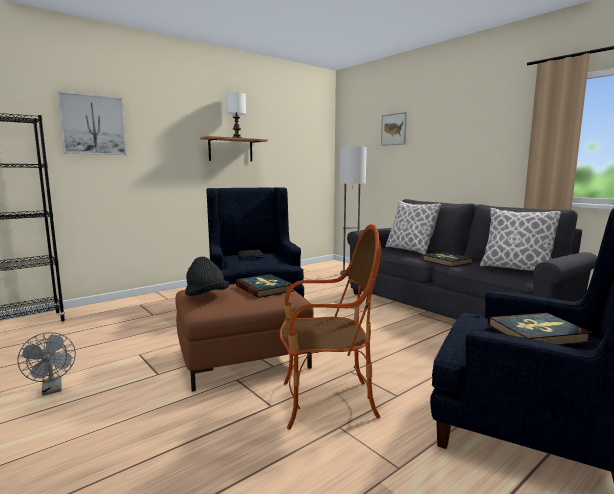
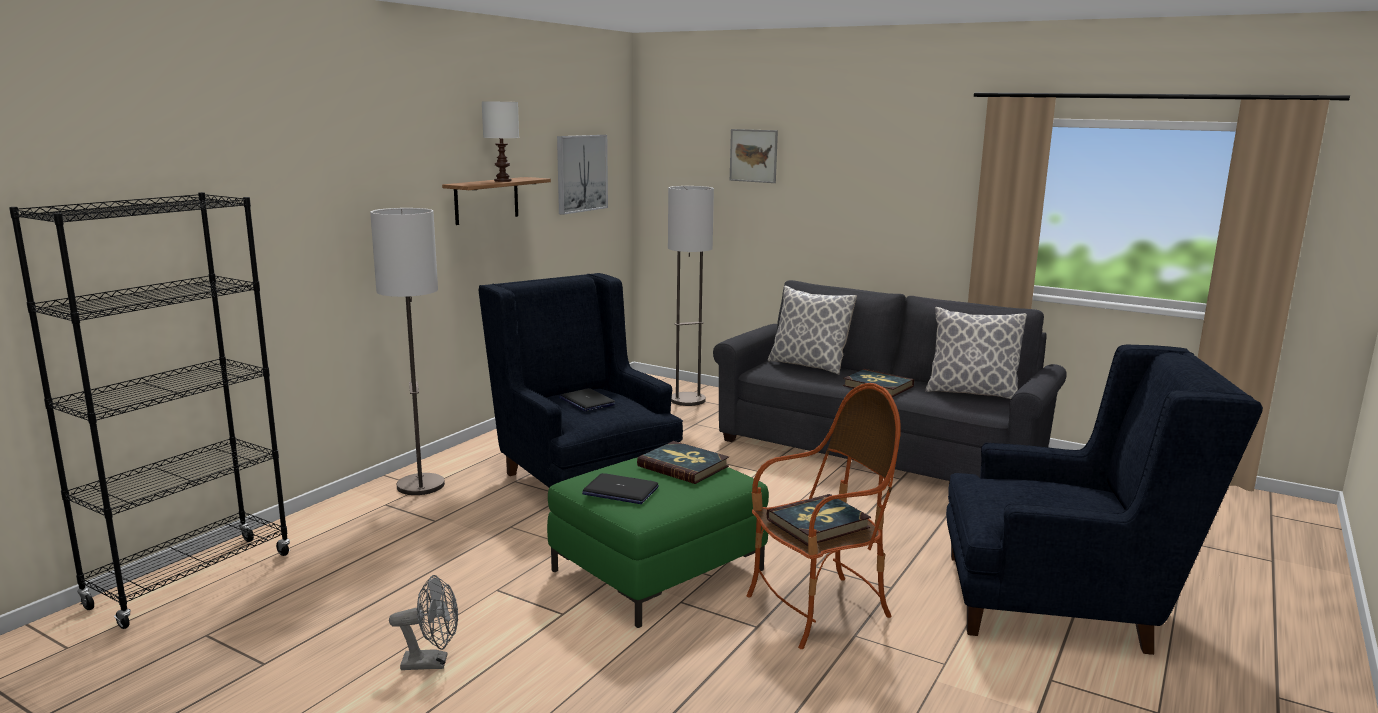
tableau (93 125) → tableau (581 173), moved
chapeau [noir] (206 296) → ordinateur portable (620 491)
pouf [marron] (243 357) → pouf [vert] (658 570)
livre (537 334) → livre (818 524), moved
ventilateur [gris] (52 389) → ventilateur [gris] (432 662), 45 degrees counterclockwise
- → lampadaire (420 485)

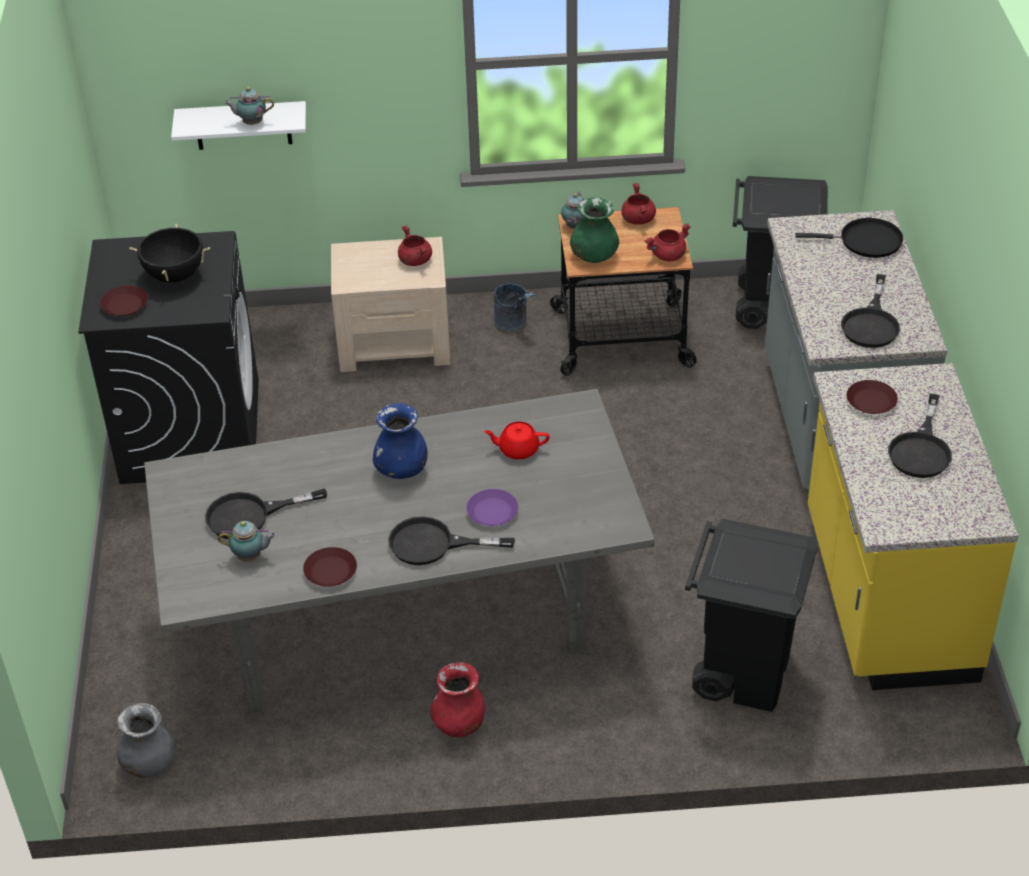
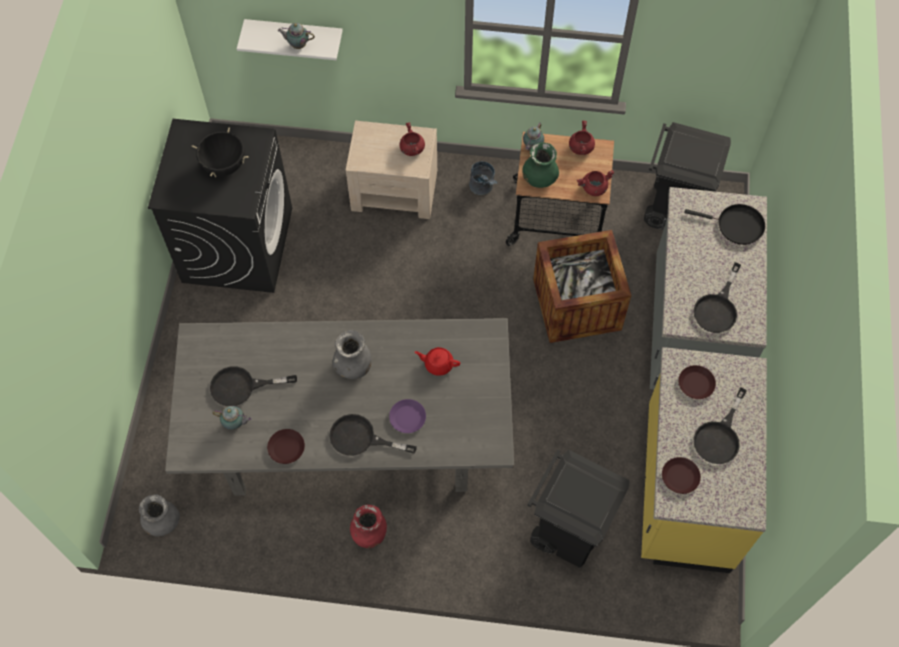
assiette [marron] (125 305) → assiette [marron] (680 477), moved
vase [bleu] (401 469) → vase [gris] (353 366)
- → caisse (576 304)

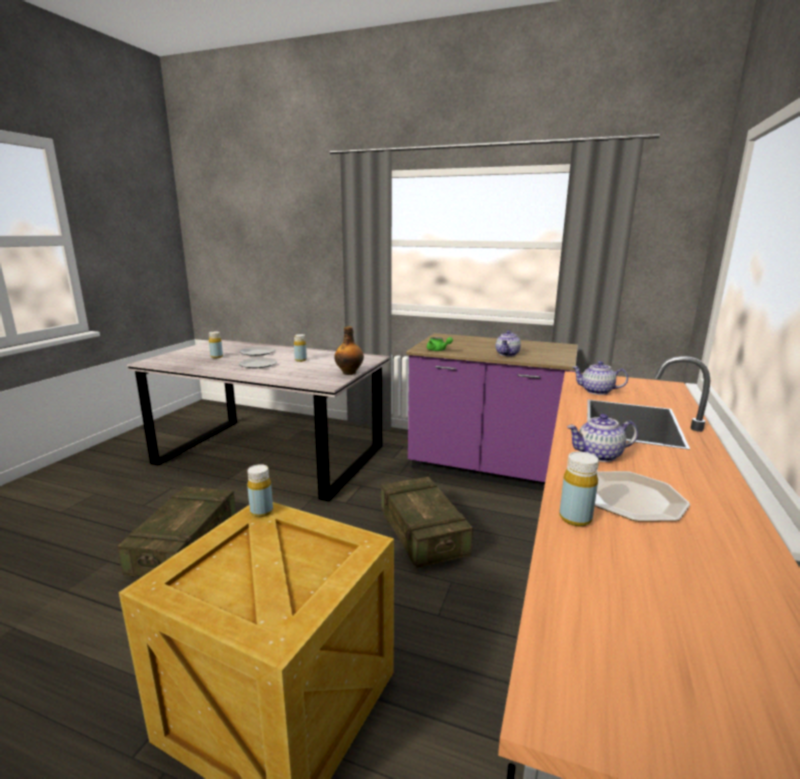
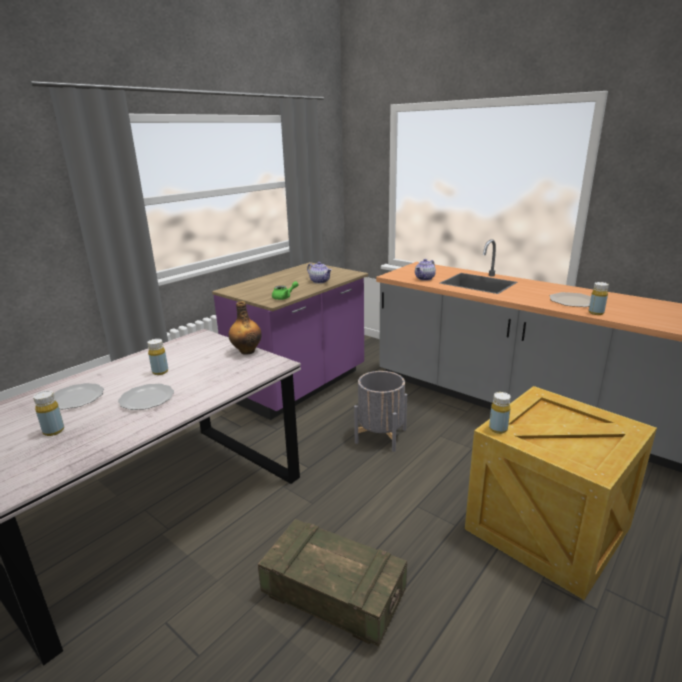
théière (599 455) → -
caisse (422 535) → cache-pot [gris] (380 436)

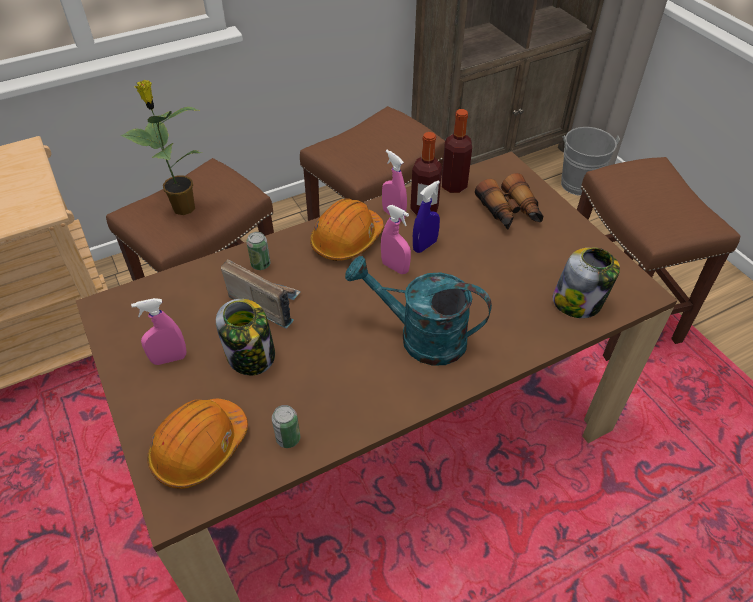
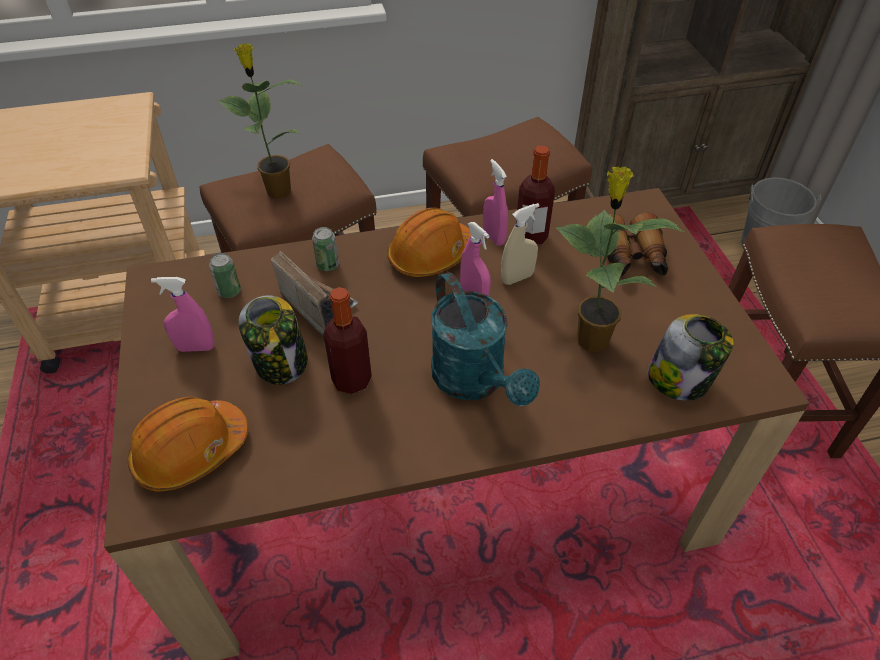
bouteille (454 185) → bouteille (352 380), moved
vaporisateur [bleu] (425 246) → vaporisateur [beige] (517 278)
arrosoir [turquoise] (420 337) → arrosoir [turquoise] (475 382), 150 degrees counterclockwise
boîte métallique (288 438) → boîte métallique (229 291), moved
- → plante en pot (590 338)

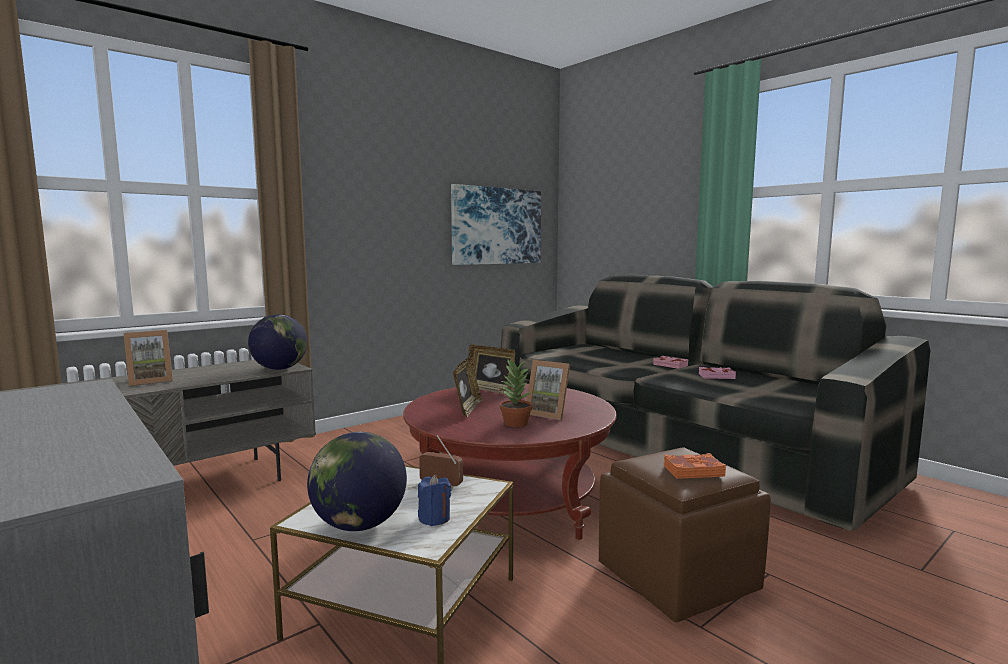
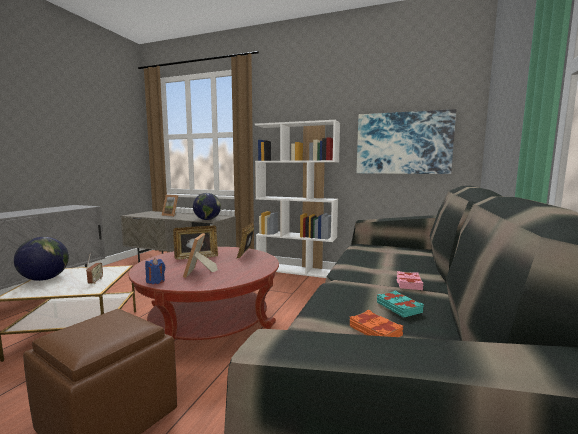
plante en pot (515 423) → -
livre [rose] (716 376) → livre [turquoise] (399 307)
livre [orange] (693 471) → livre [orange] (375 330), moved
bougie [bleu] (434 518) → bougie [bleu] (155 281), moved
- → bibliothèque [blanc] (296 270)

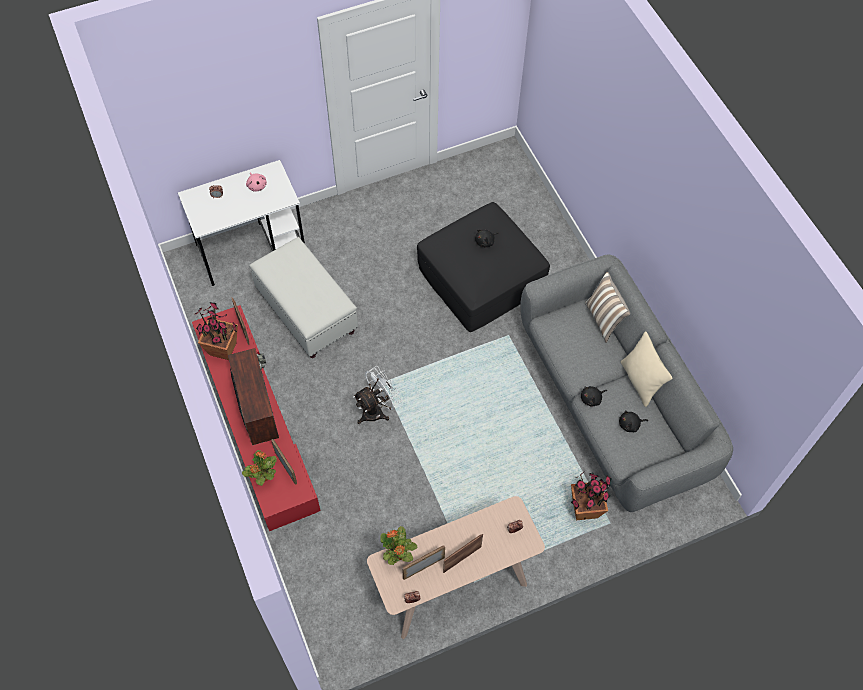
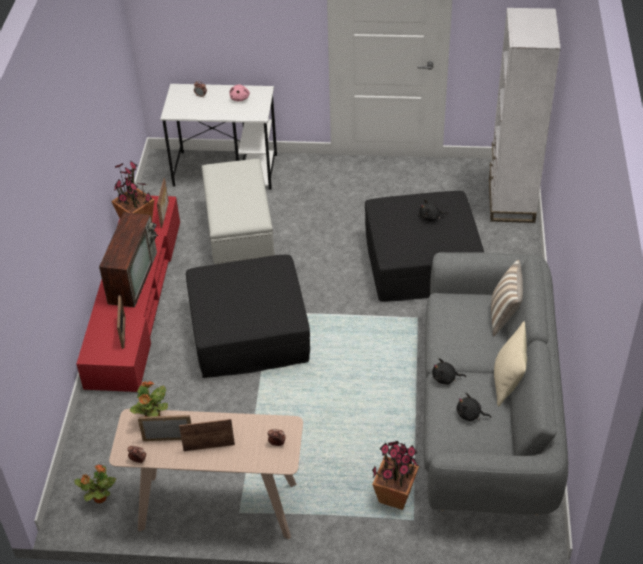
ventilateur [blanc] (377 410) → pouf [noir] (248 332)
plante en pot (263 476) → plante en pot (99 498), moved
- → bibliothèque [blanc] (511 201)

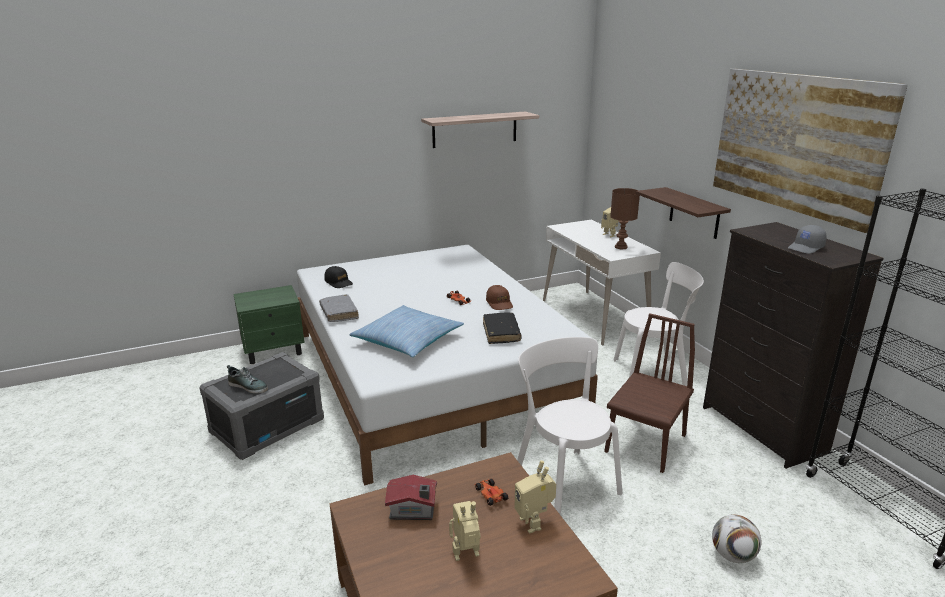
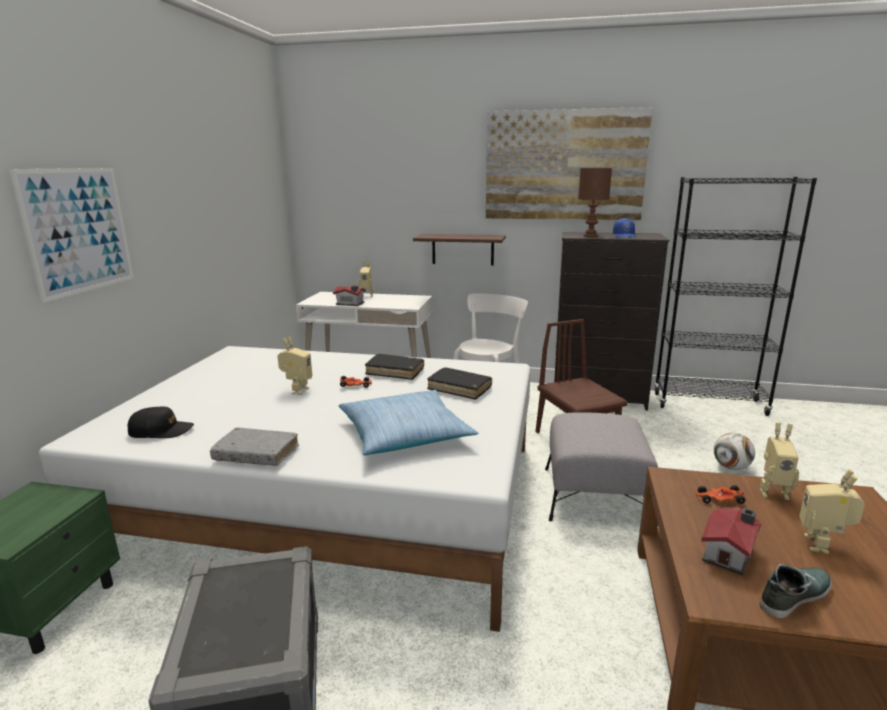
étagère (475 129) → -
lampe de table [marron] (621 247) → lampe de table [marron] (591 236), moved
casquette [gris] (806 248) → casquette [bleu] (625 236)
casquette [marron] (499 303) → livre [noir] (395 372)
chaise [blanc] (564 480) → pouf [gris] (595 495)
chaussure (248 386) → chaussure (793 595), moved
- → tableau (78 230)
- → maison miniature (350 304)
- → robot jouet (297 390)

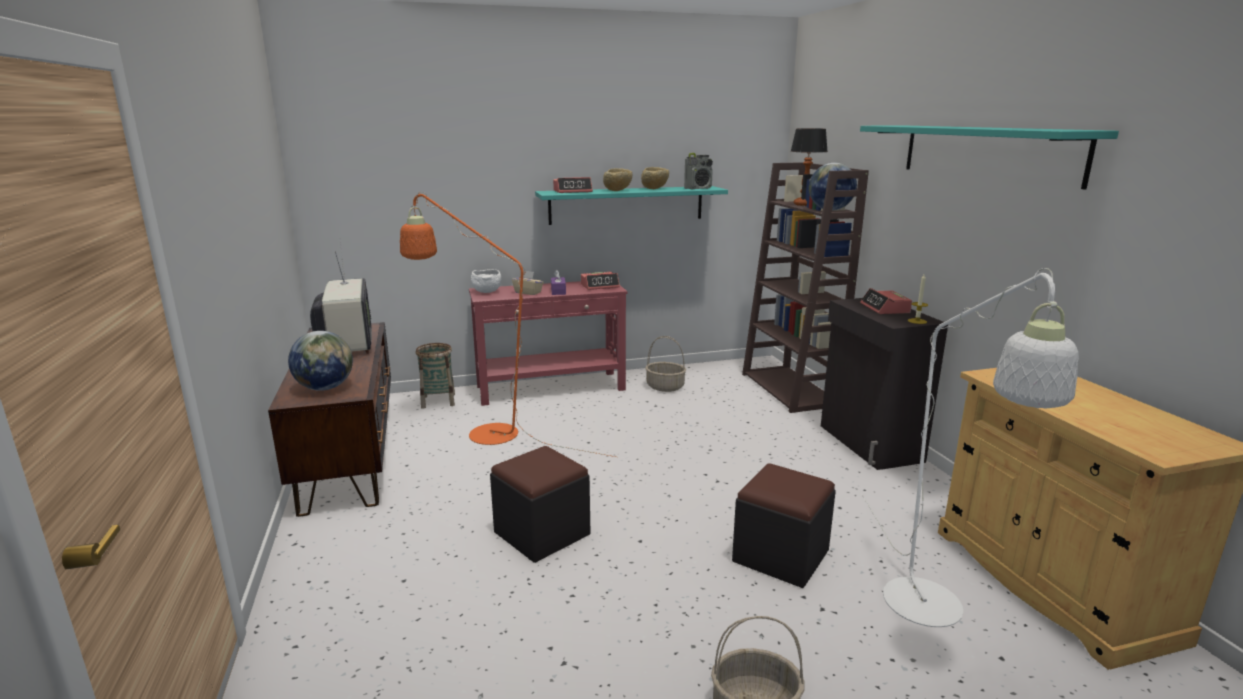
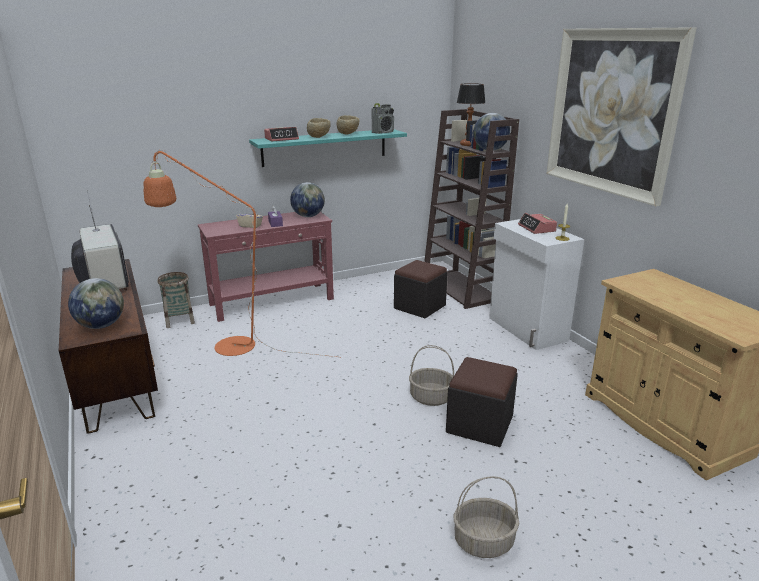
étagère [turquoise] (987 152) → tableau (612 112)
lampadaire [blanc] (931 615) → -
bol [blanc] (486 292) → -
réveil (600 286) → globe (308 216)
meuble de rangement [noir] (869 444) → meuble de rangement [blanc] (526 329)
panier (665 387) → panier (431 397), moved
pouf [noir] (542 533) → pouf [noir] (419 307), moved

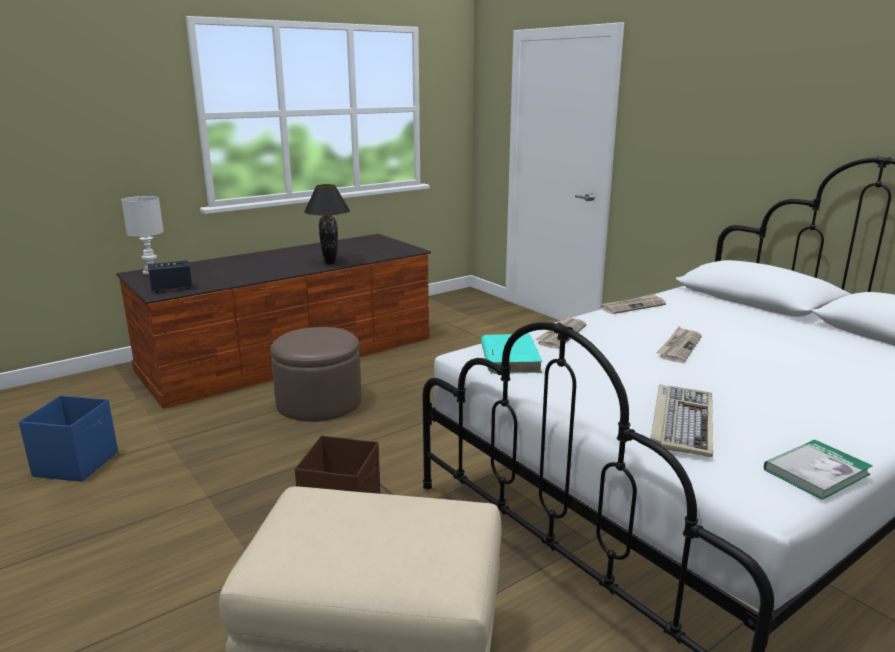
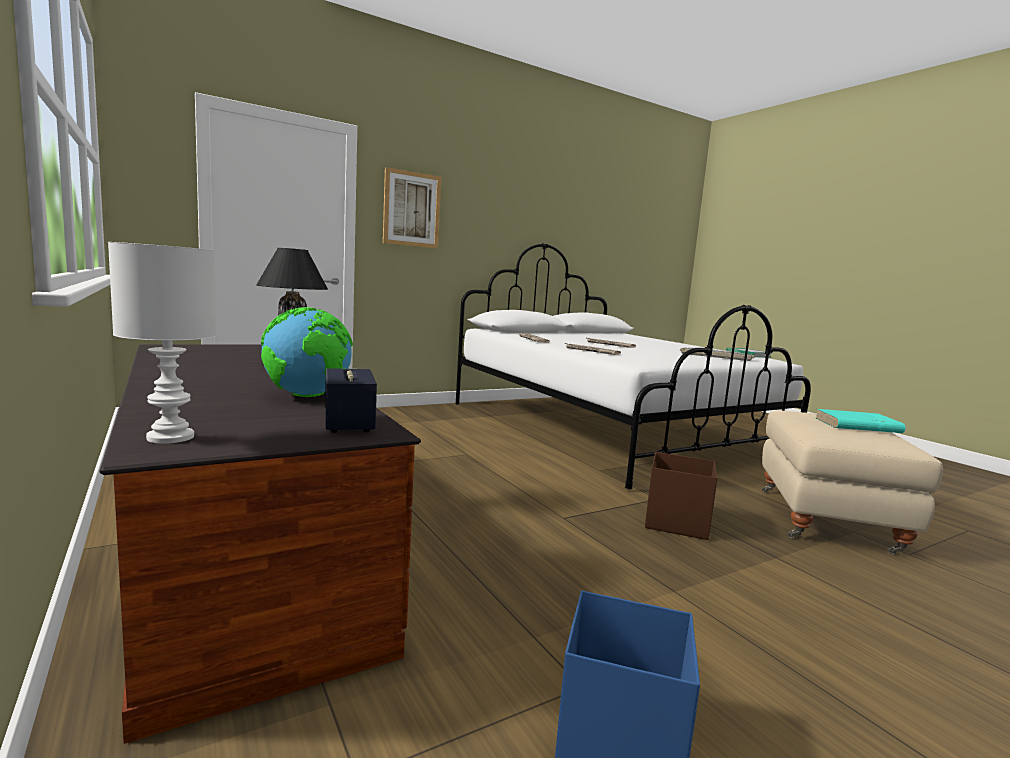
pouf [marron] (319 402) → -
livre [turquoise] (509 358) → livre [turquoise] (856 425), moved
- → tableau (412 209)
- → globe (308 396)

